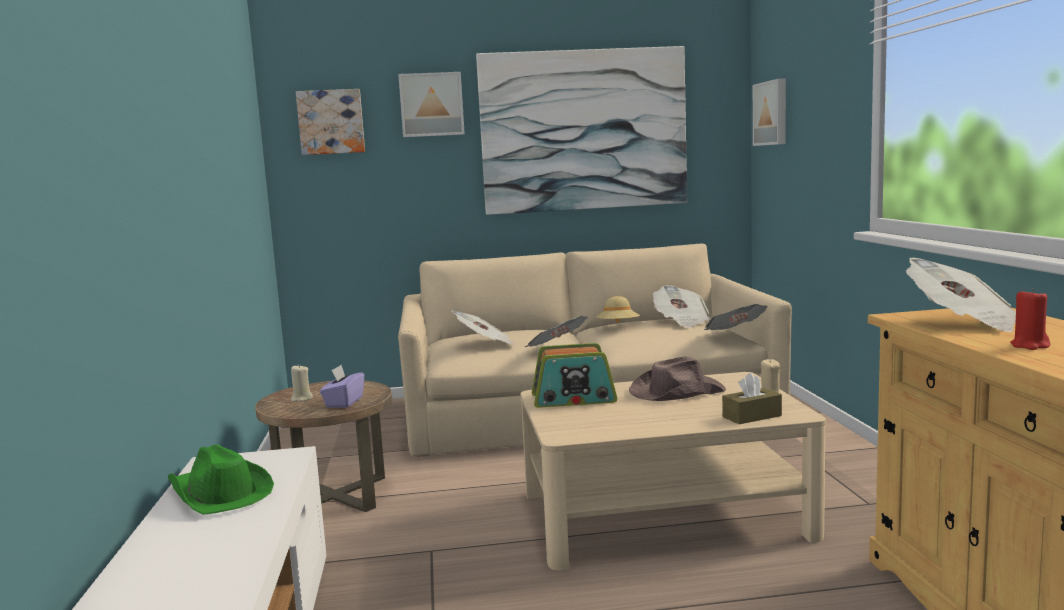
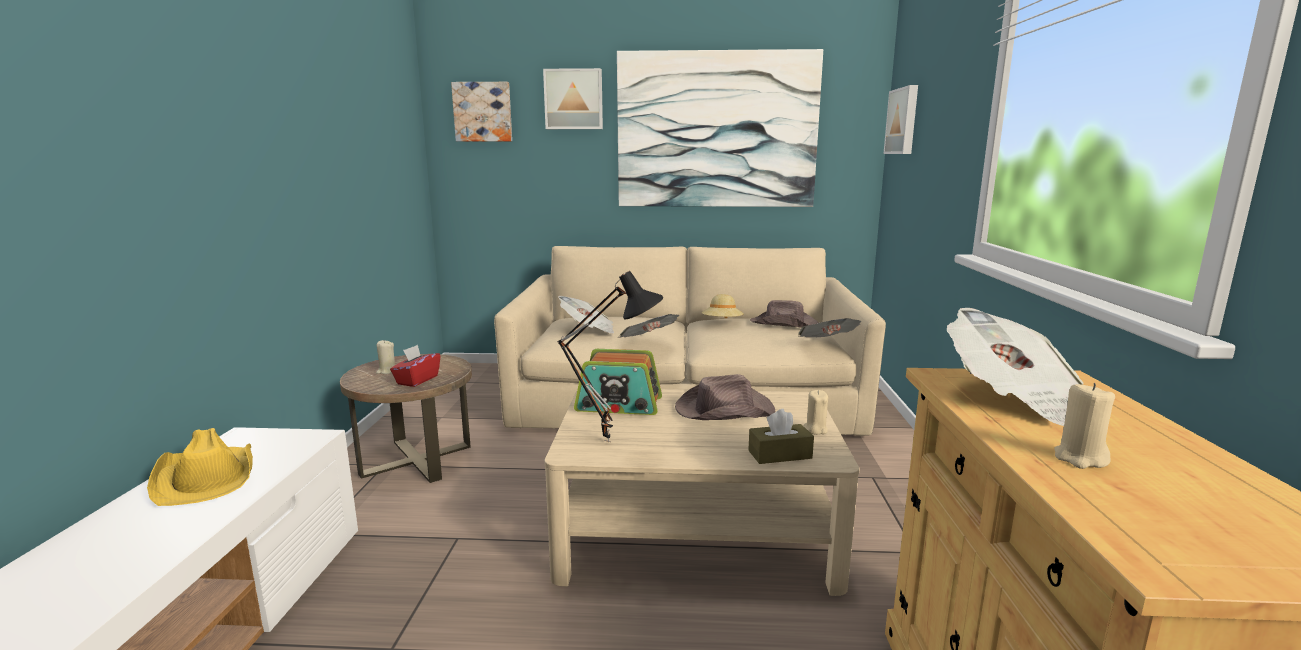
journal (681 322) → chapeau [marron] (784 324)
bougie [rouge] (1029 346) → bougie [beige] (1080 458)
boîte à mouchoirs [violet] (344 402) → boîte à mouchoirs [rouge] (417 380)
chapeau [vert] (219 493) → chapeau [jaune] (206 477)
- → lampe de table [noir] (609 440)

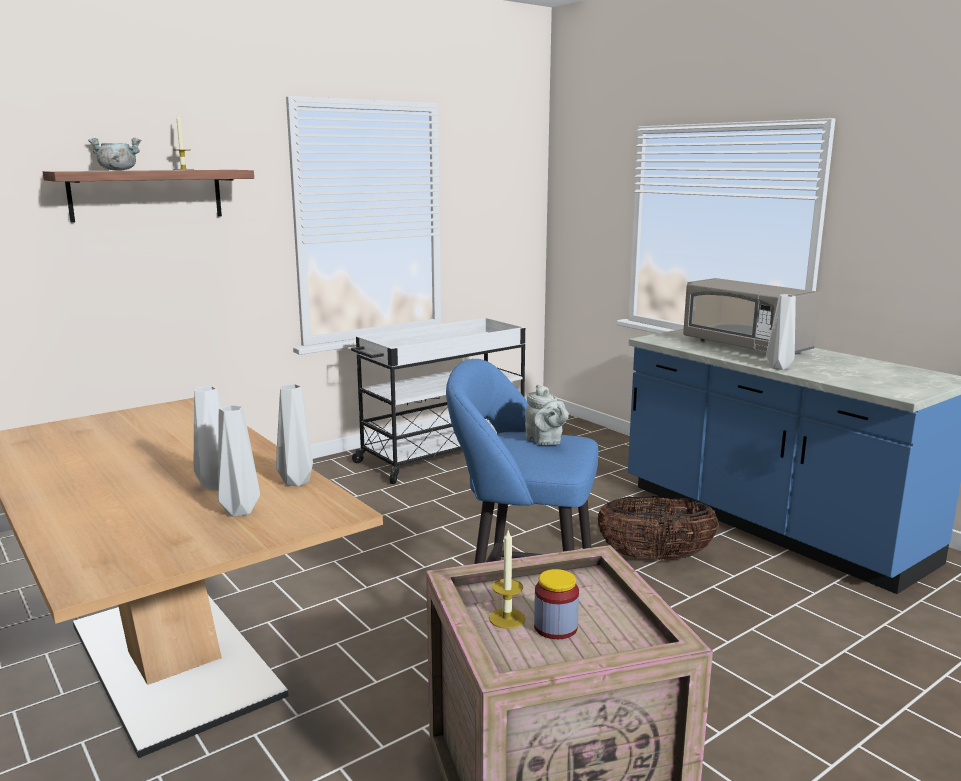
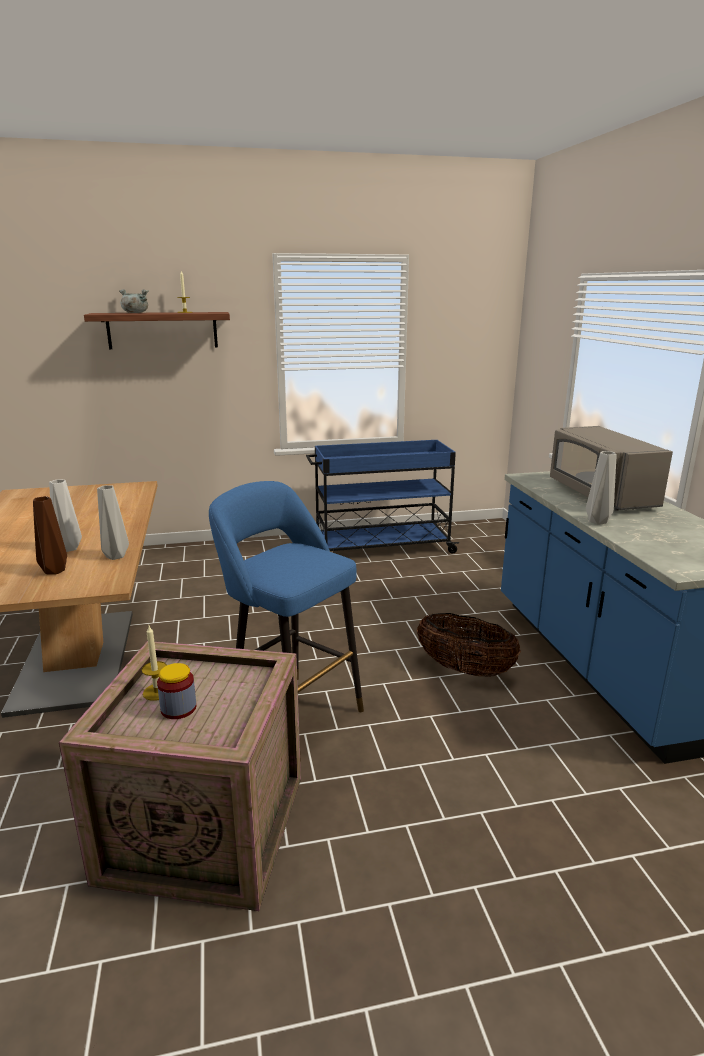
chariot [blanc] (442 455) → chariot [bleu] (380 548)
théière [gris] (545 441) → -
vase [gris] (242 511) → vase [marron] (55 571)

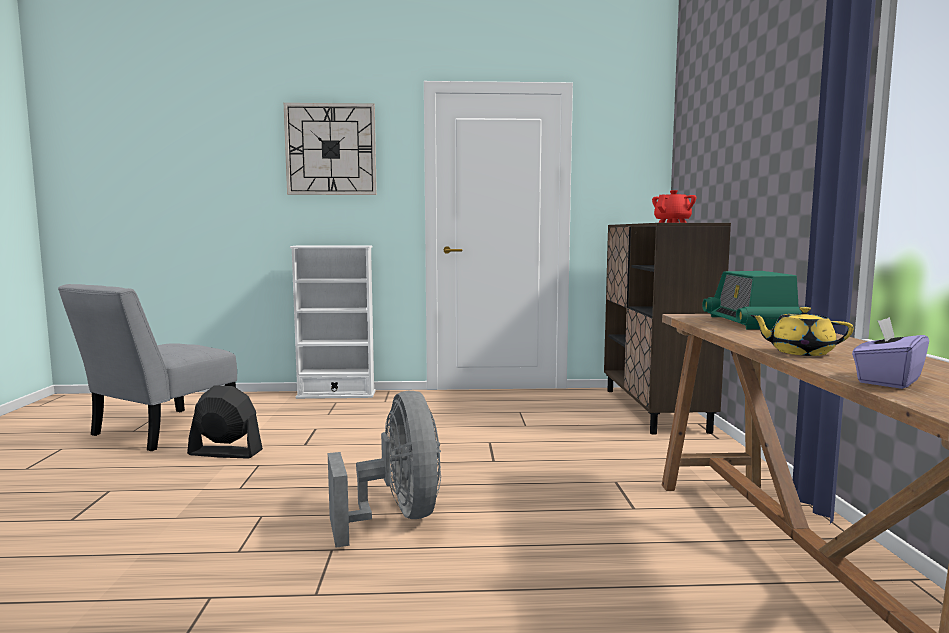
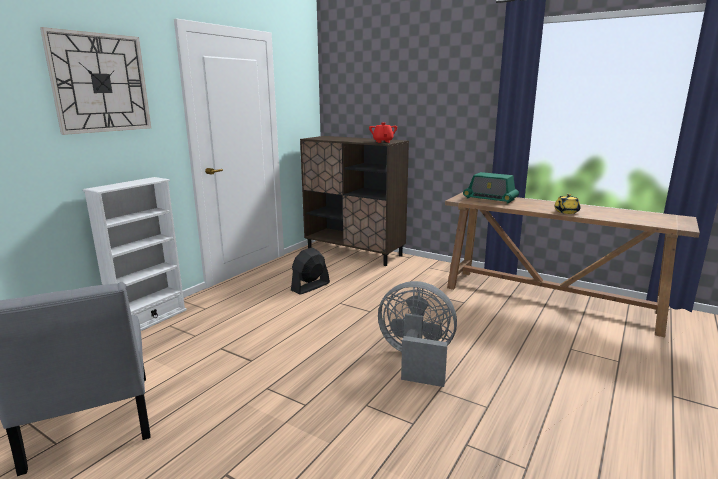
boîte à mouchoirs [violet] (887 381) → -
ventilateur [noir] (225 452) → ventilateur [noir] (310 287), moved

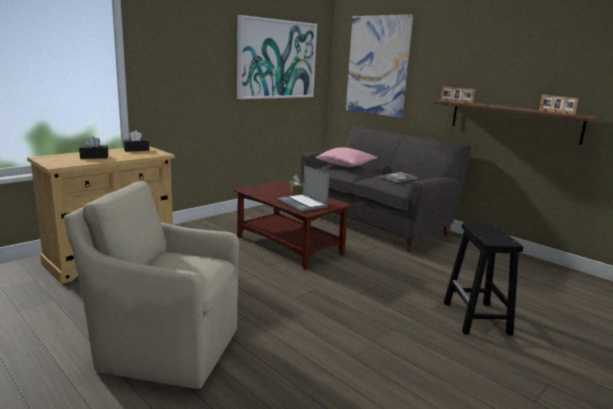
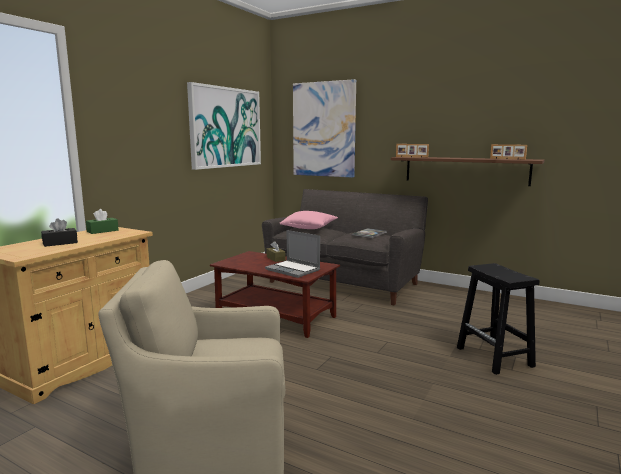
boîte à mouchoirs [noir] (136 150) → boîte à mouchoirs [vert] (102 231)

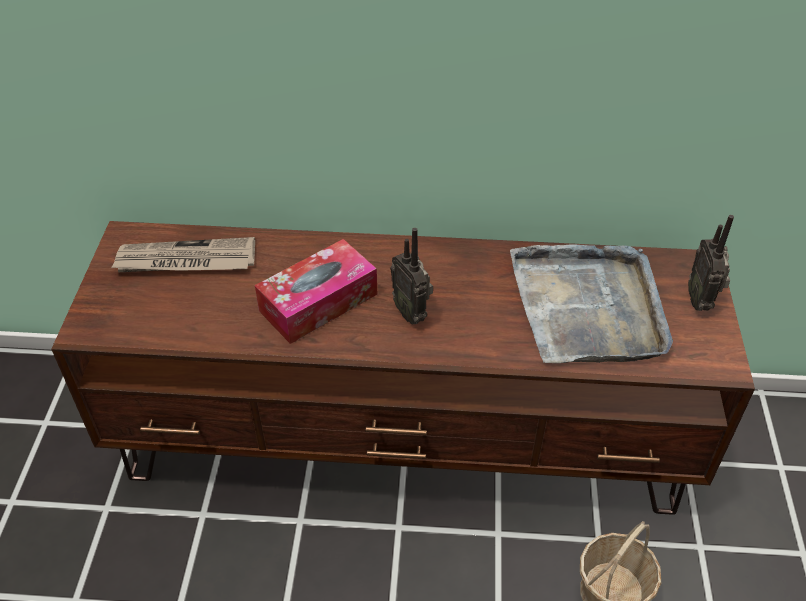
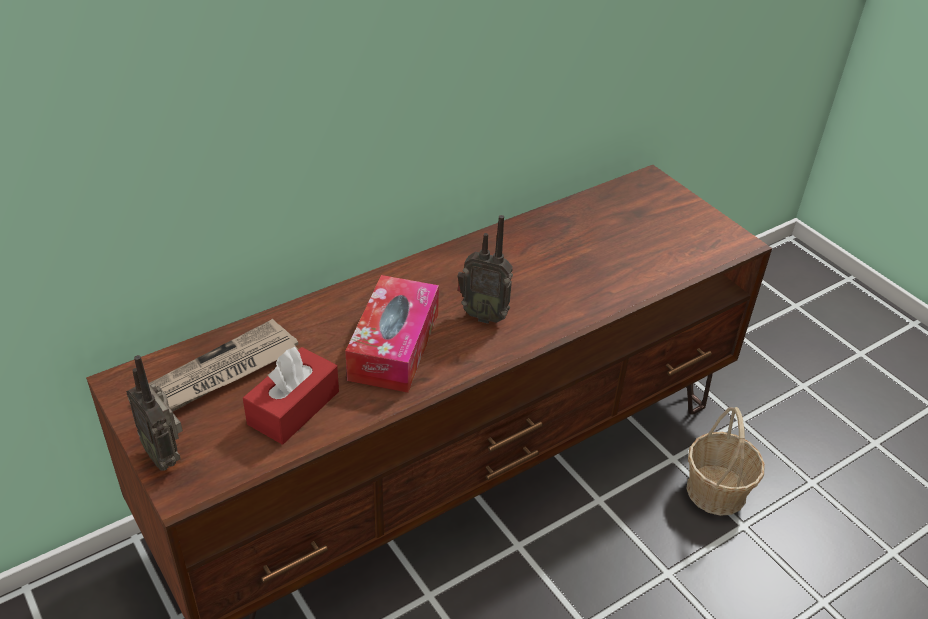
radio (701 301) → radio (165 455), moved
plateau [gris] (588 307) → -
- → boîte à mouchoirs [rouge] (293 407)

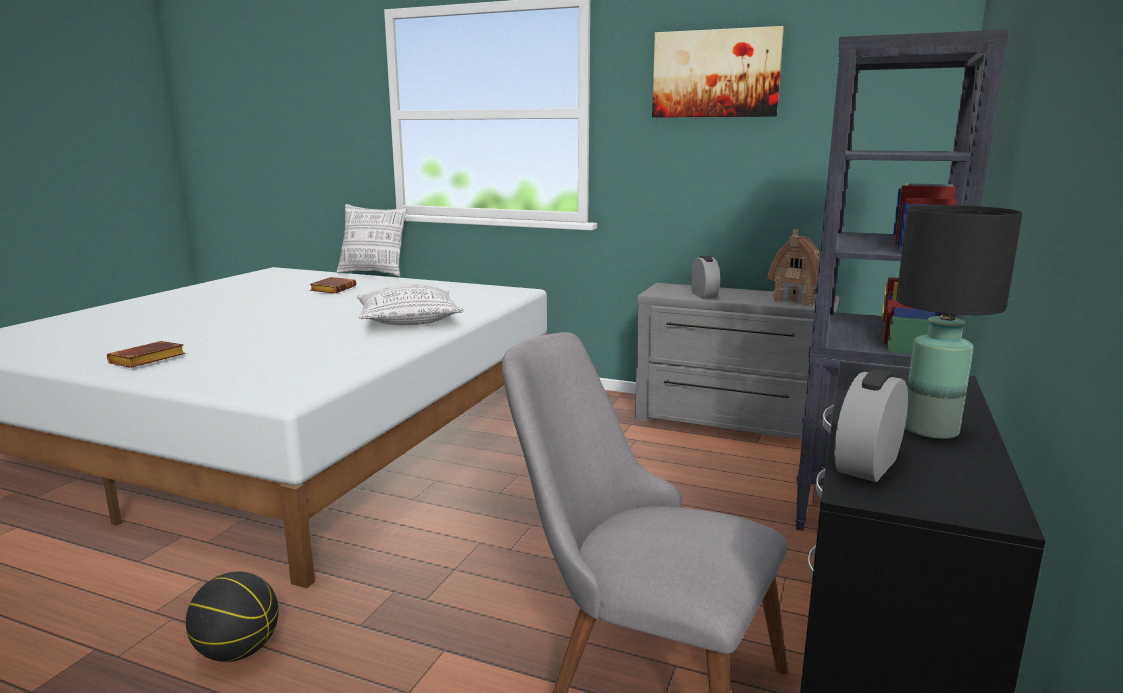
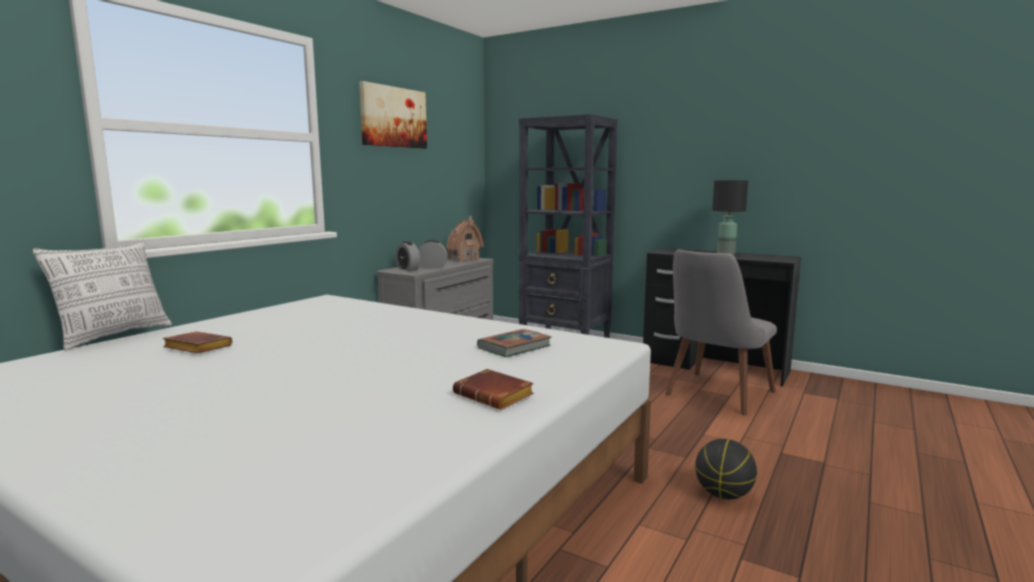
coussin (409 321) → -
réveil (867 465) → réveil (408 269), moved
- → livre (514 347)

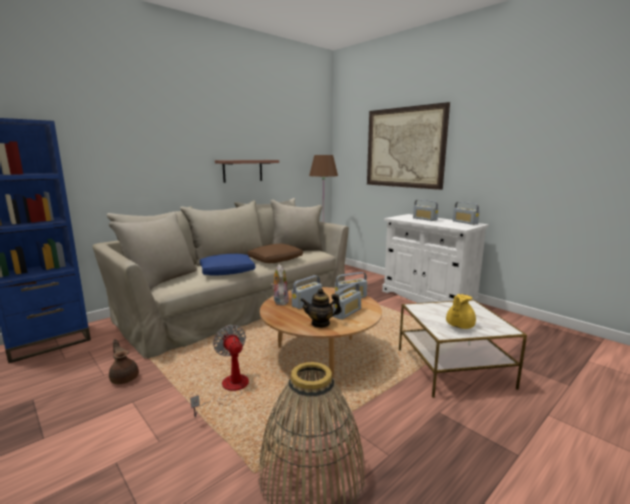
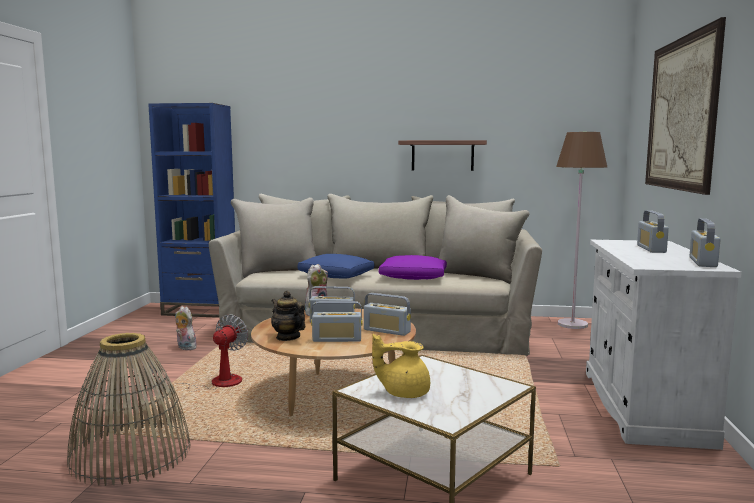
coussin [marron] (276 260) → coussin [violet] (414 277)
théière [marron] (124 378) → peluche (185 348)

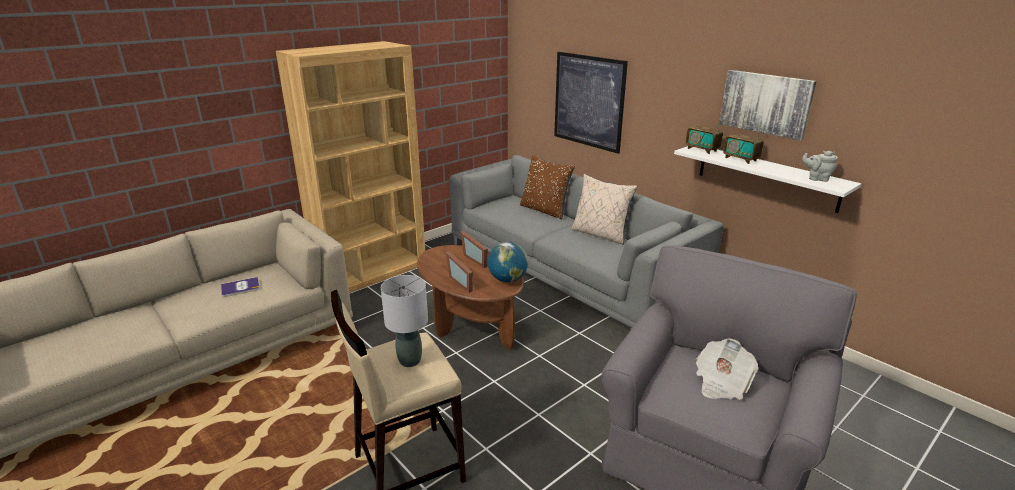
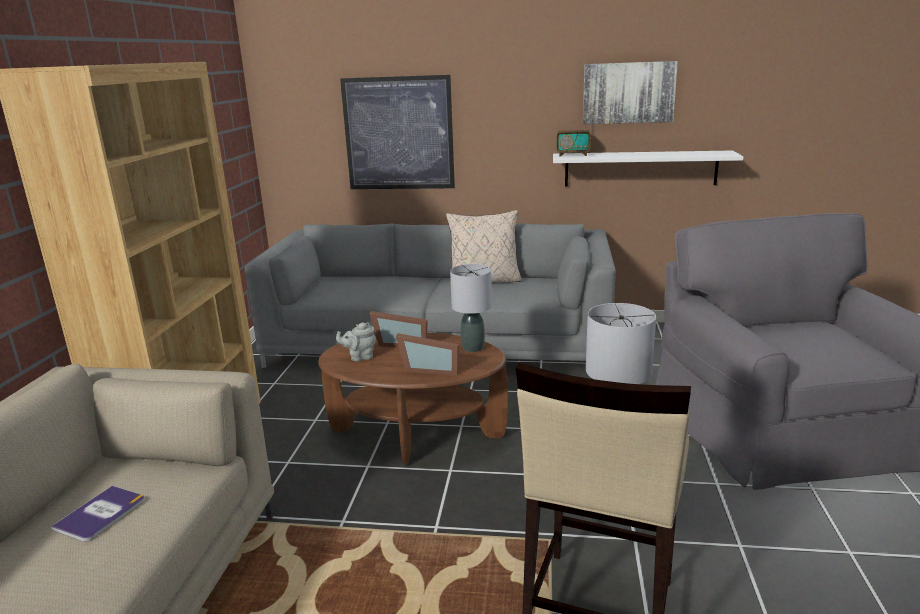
radio (740 159) → -
théière [gris] (817 178) → théière [gris] (360 357), moved
coussin [marron] (544 210) → -
globe (507 279) → lampe de table [gris] (473 348)
journal (721 383) → -

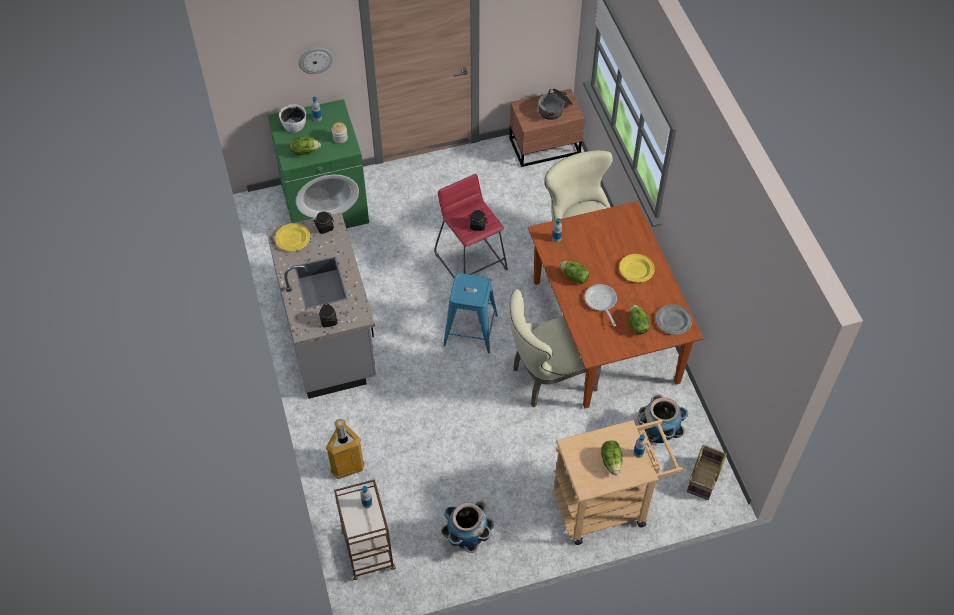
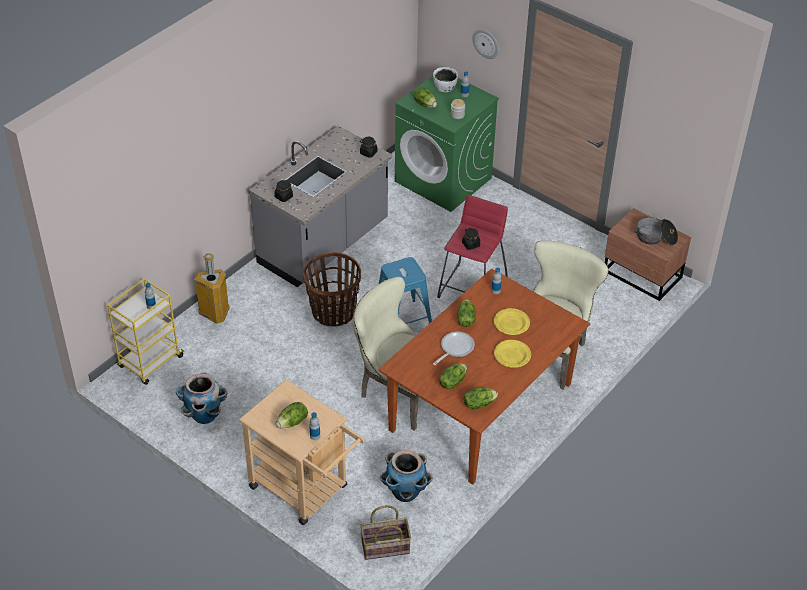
assiette [jaune] (292 239) → assiette [jaune] (511 323), moved
assiette [gris] (673 321) → laitue (479 404)
chariot [marron] (368 551) → chariot [jaune] (150 362)
- → panier (333 312)

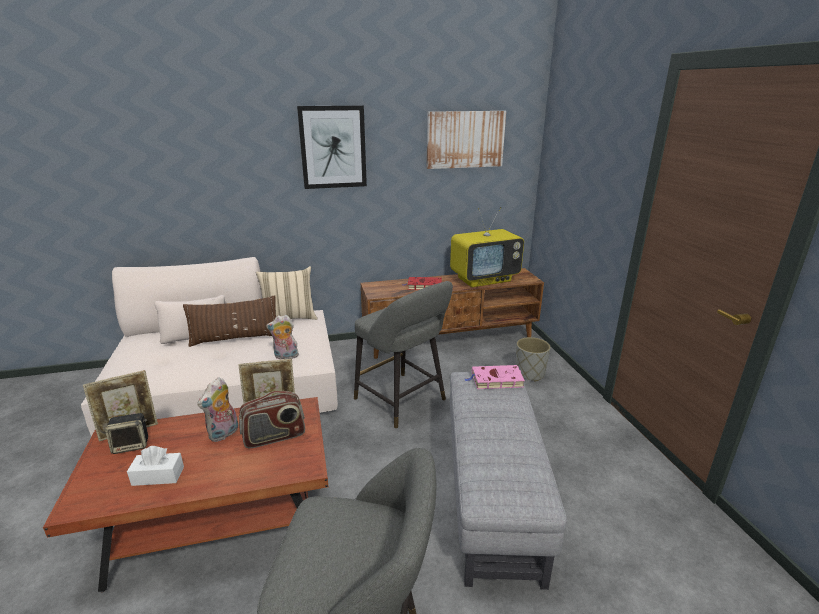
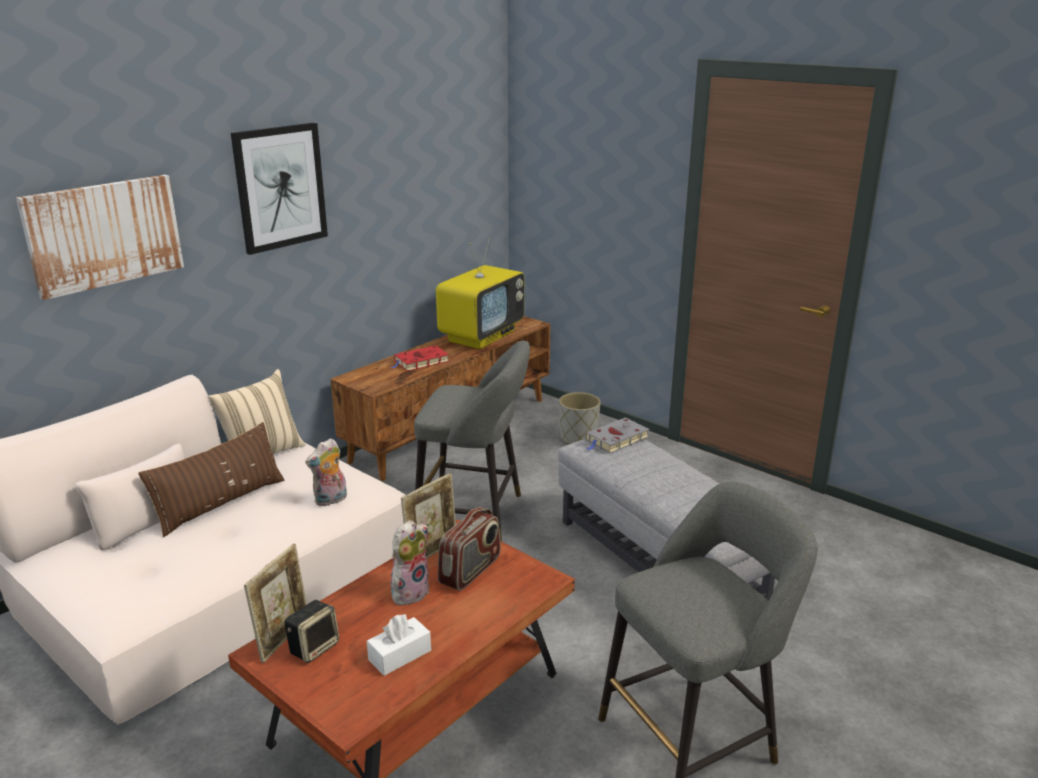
tableau (465 139) → tableau (104 234), moved
livre [rose] (495 380) → livre [gris] (616 439)
peluche (224 434) → peluche (410 591), 135 degrees counterclockwise

